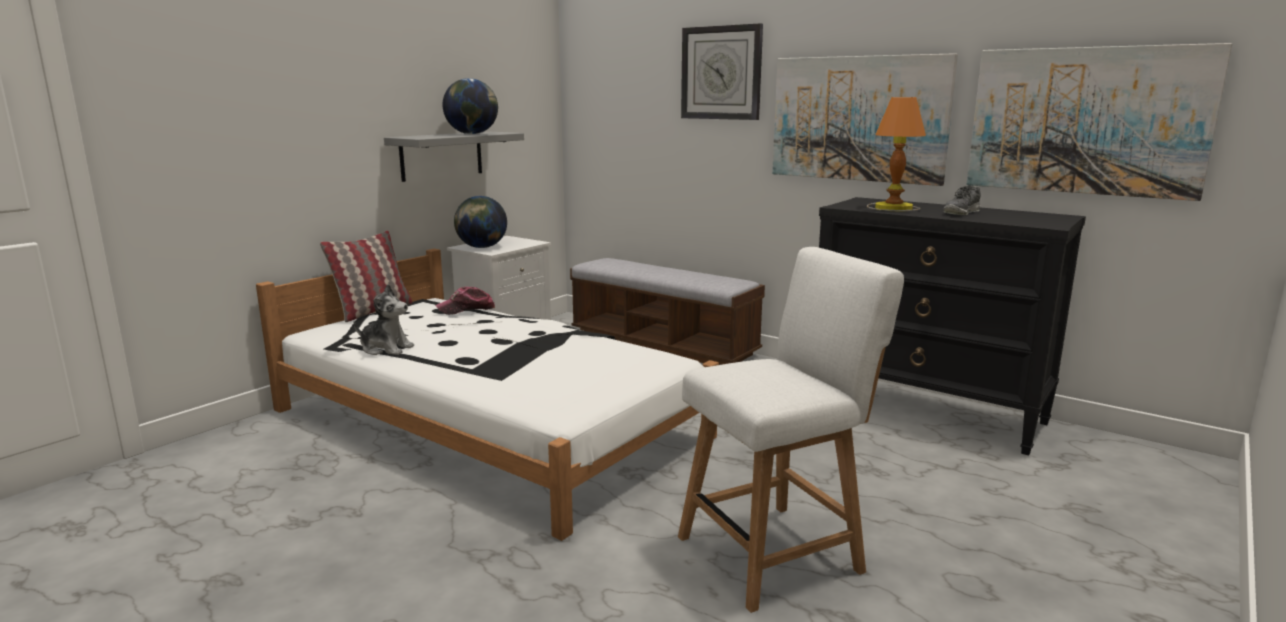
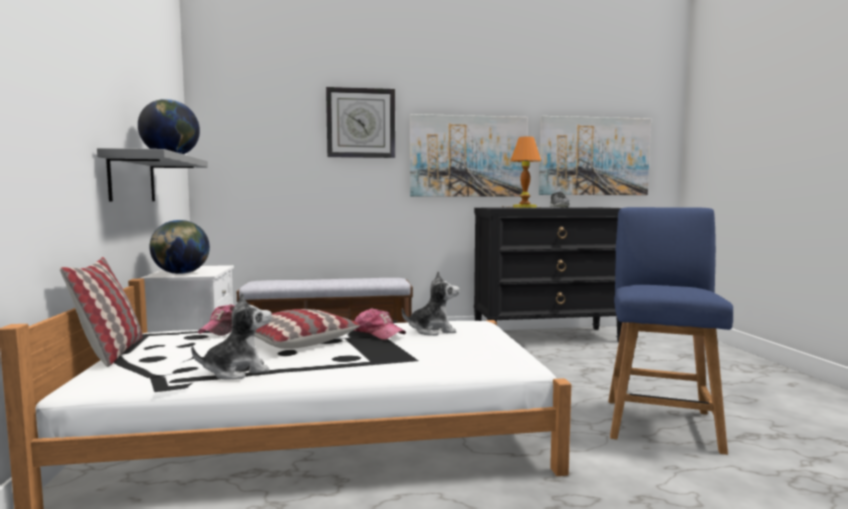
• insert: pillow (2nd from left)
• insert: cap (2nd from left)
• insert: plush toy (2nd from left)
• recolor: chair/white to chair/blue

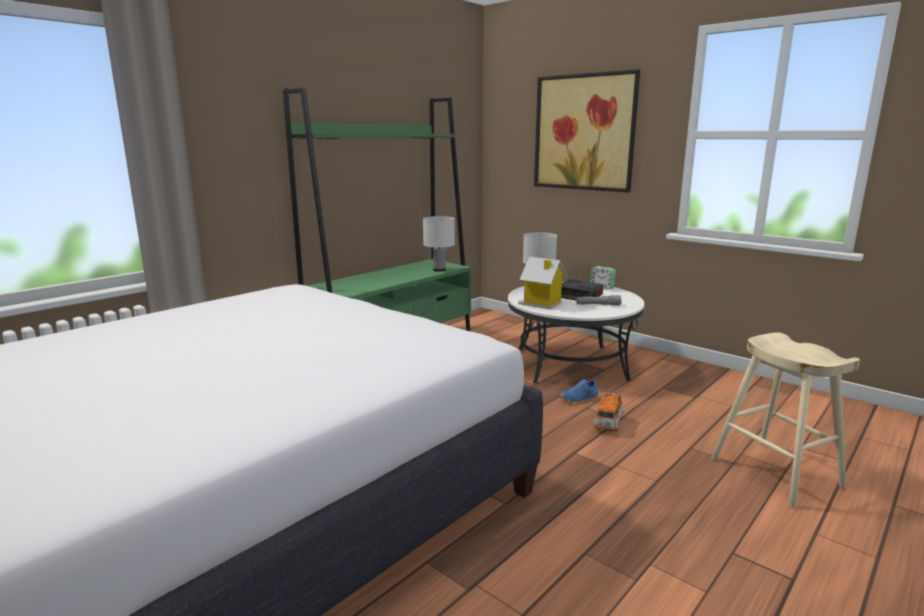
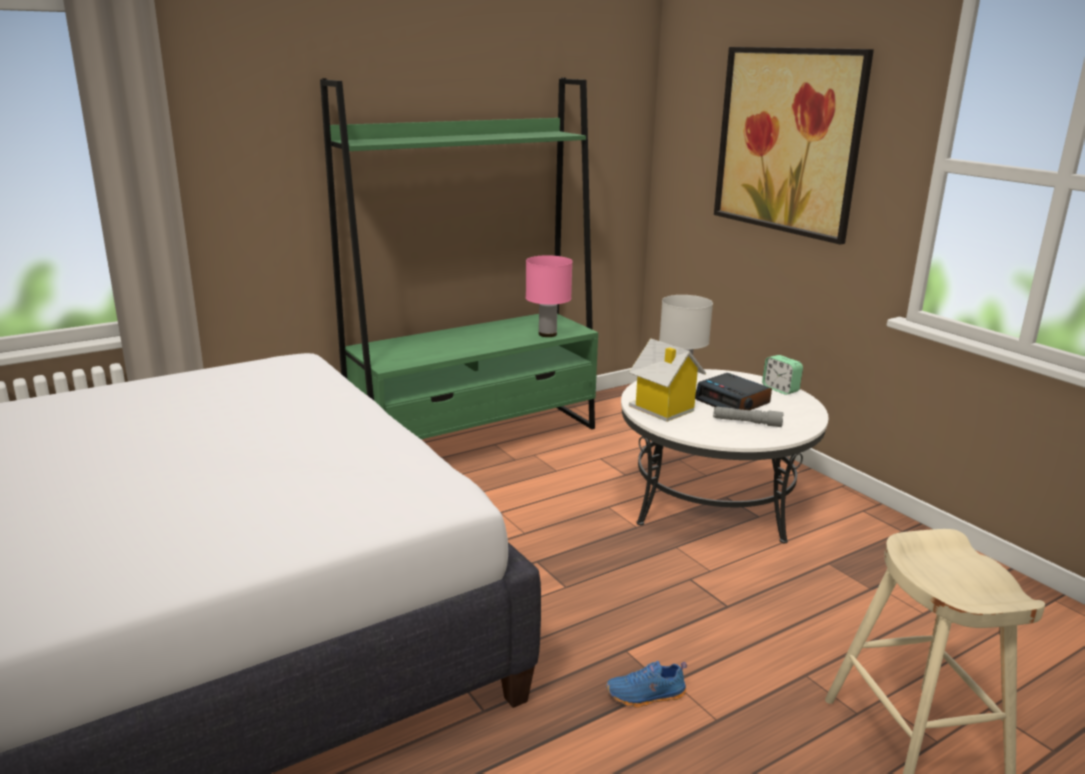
• delete: toy car
• move: shoe/blue
• recolor: table lamp/white (1st from left) to table lamp/pink

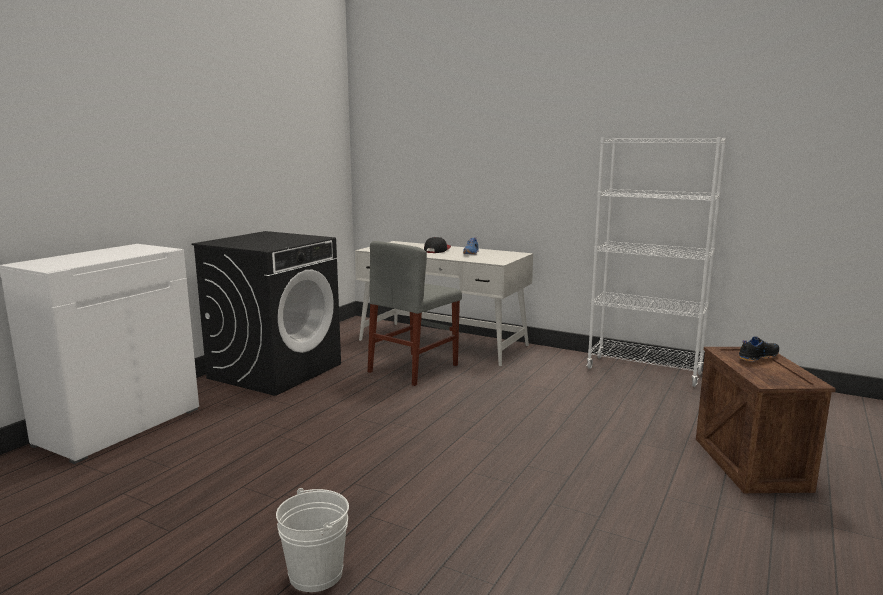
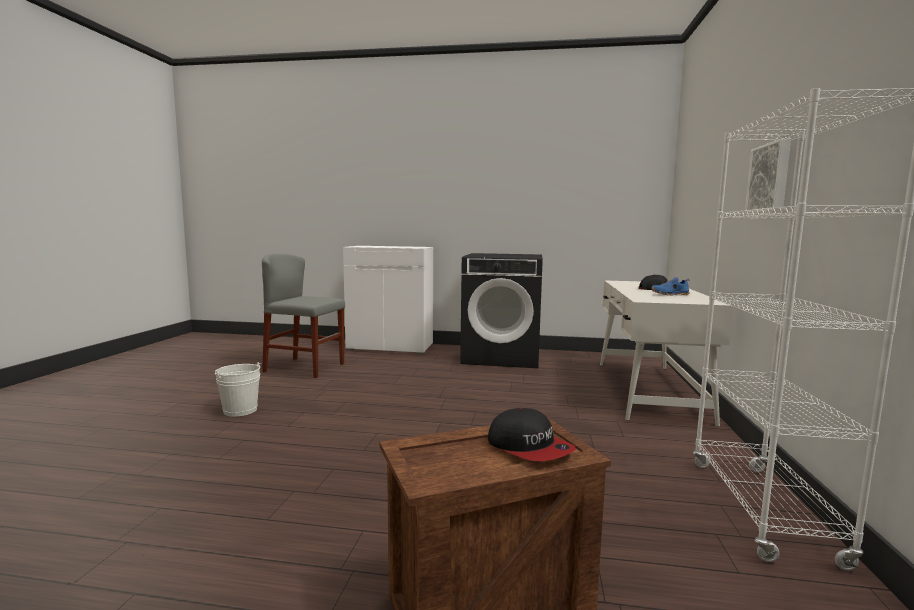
• insert: picture
• move: chair/grey
• replace: shoe/black to cap (1st from left)

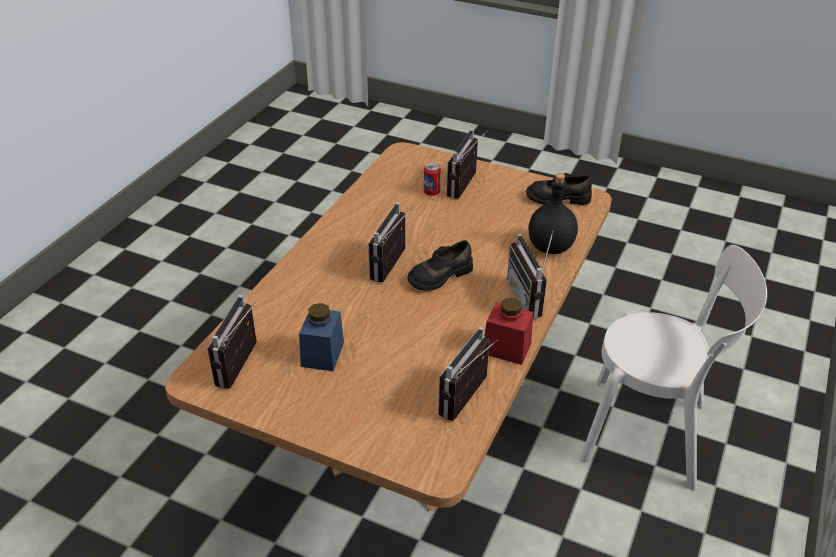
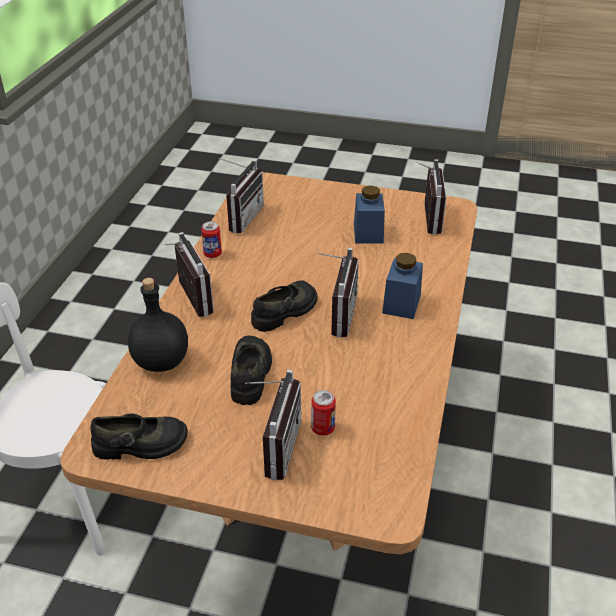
• insert: shoe/black (2nd from left)
• insert: jar/blue (2nd from left)
• replace: jar/red to can (1st from left)

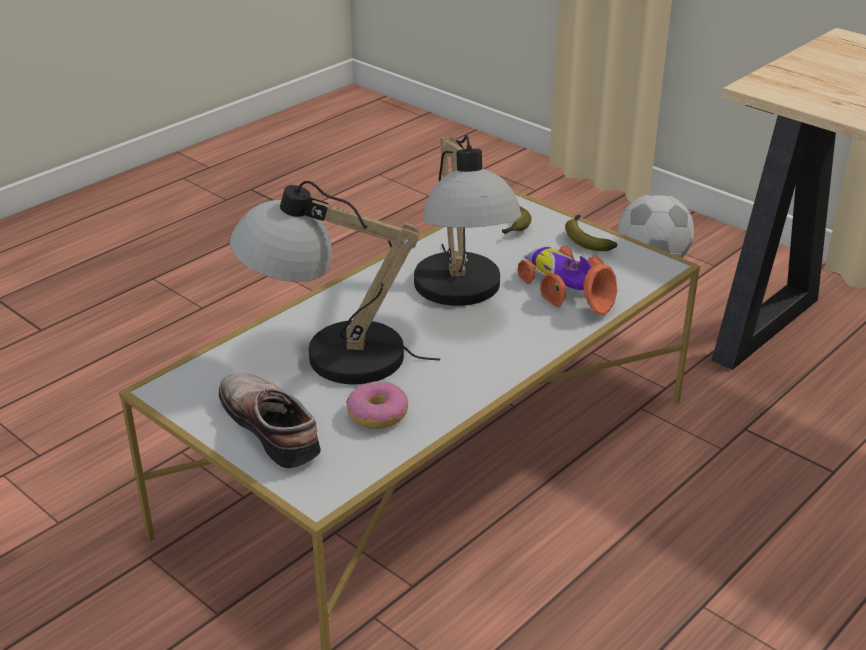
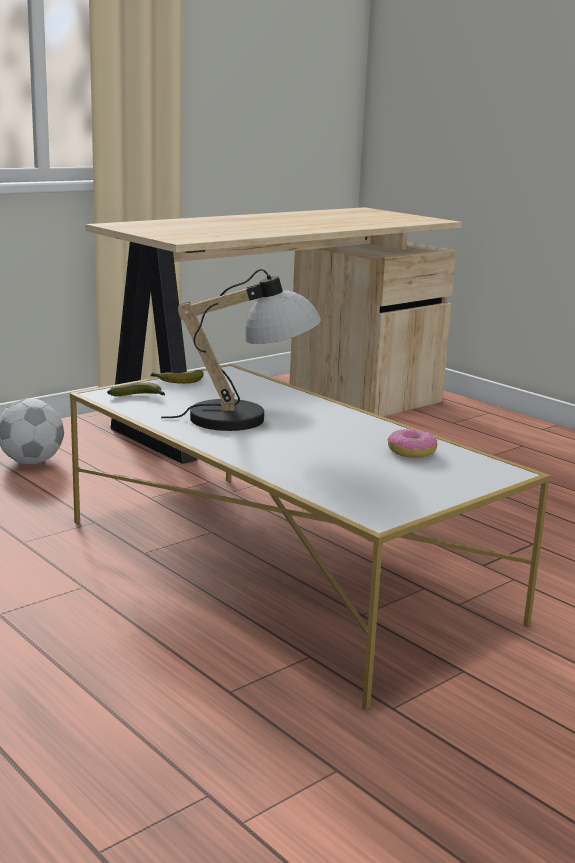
• delete: shoe
• delete: table lamp (1st from left)
• delete: toy car

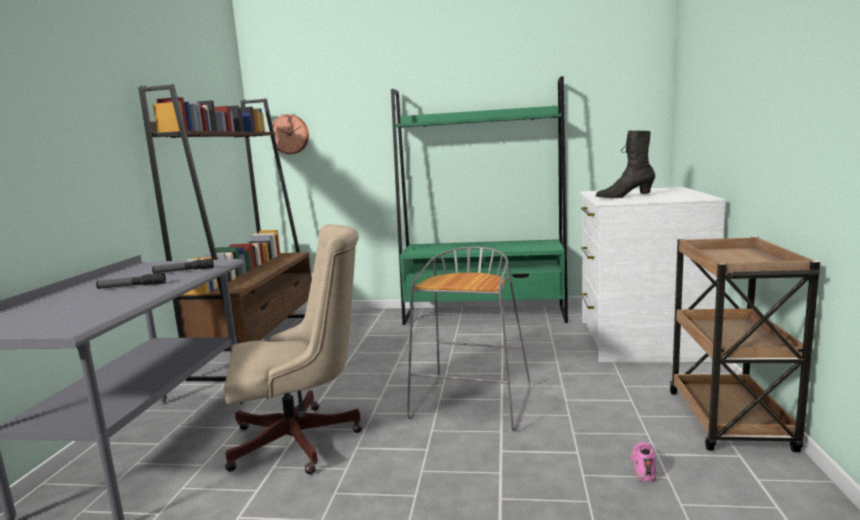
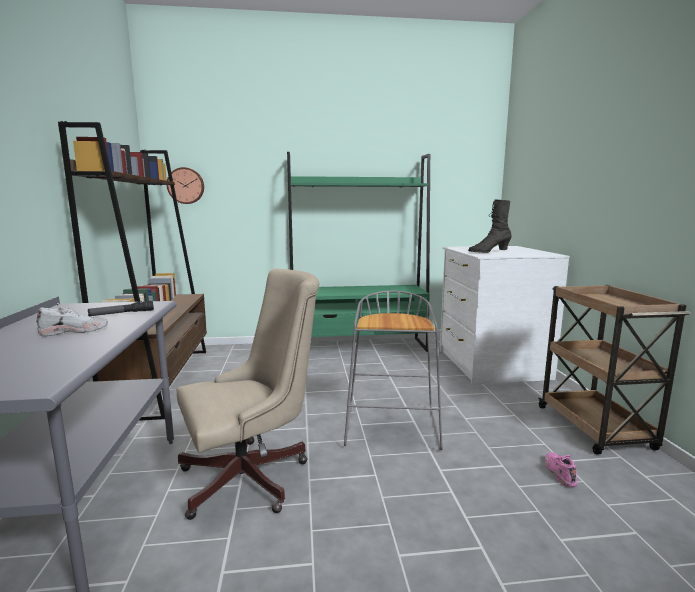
• replace: flashlight (1st from left) to shoe/white

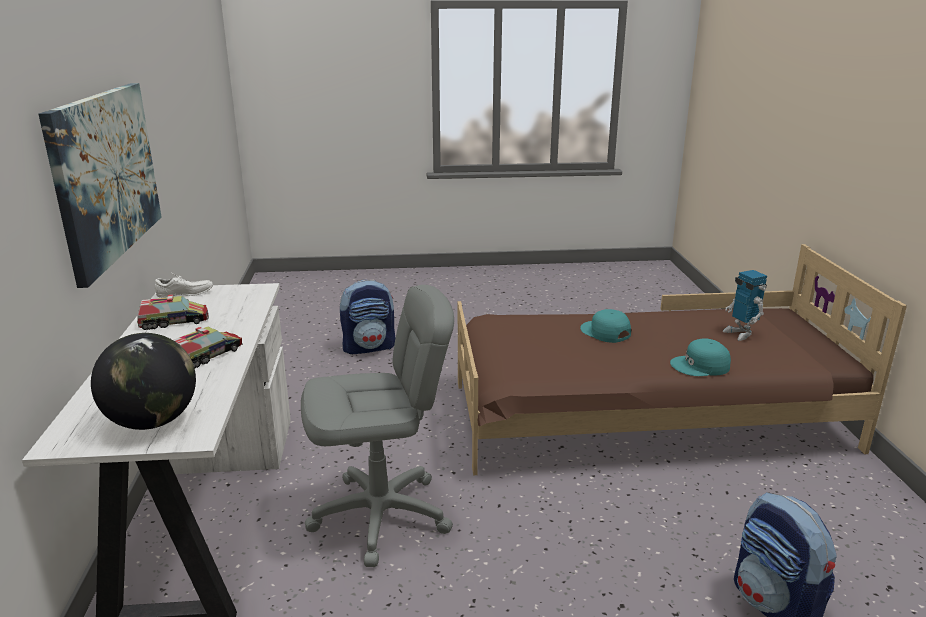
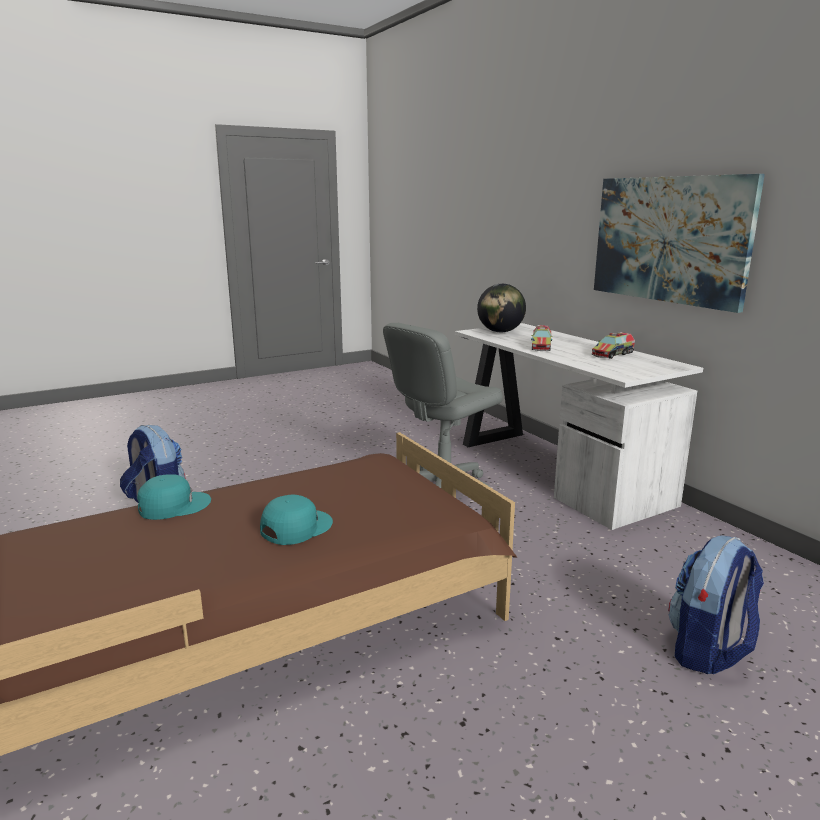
• delete: shoe/white
• delete: toy robot
• rotate: cap/turquoise (1st from left in the first image) 75 degrees counterclockwise

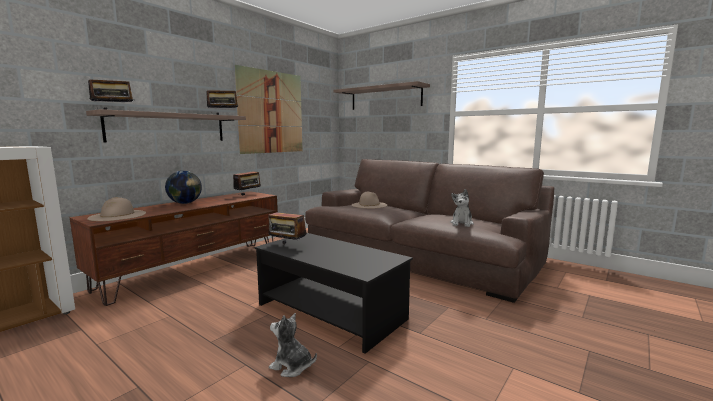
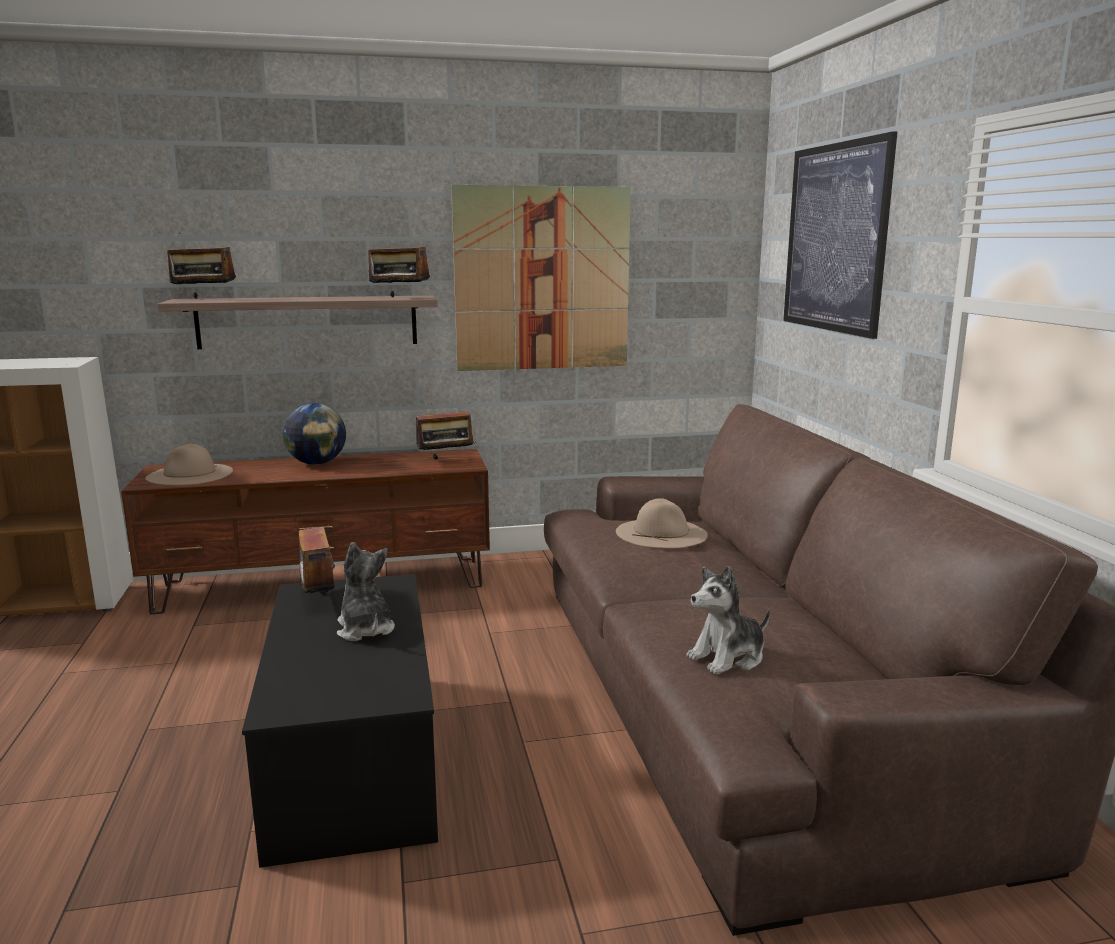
• move: plush toy (1st from left)
• replace: shelf (2nd from left) to picture (2nd from left)

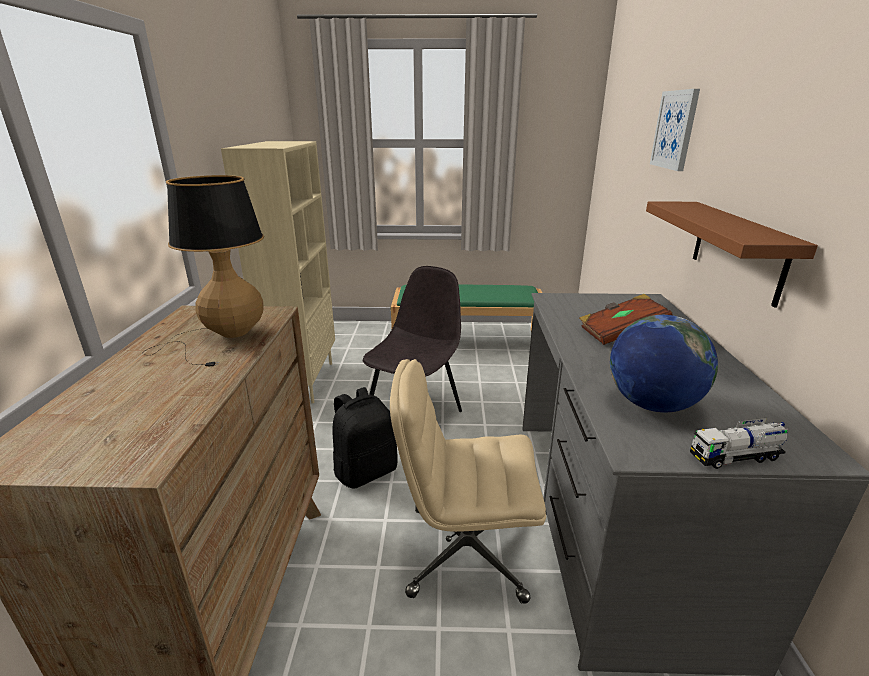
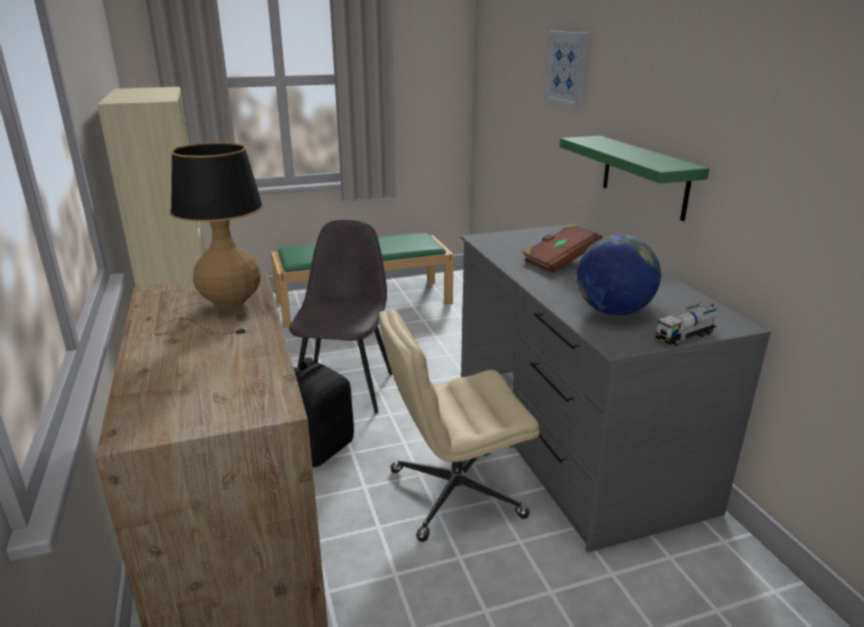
• recolor: shelf/brown to shelf/green

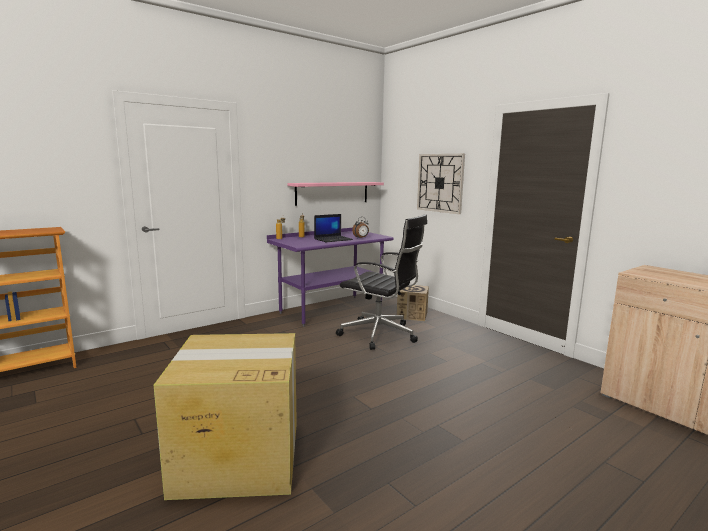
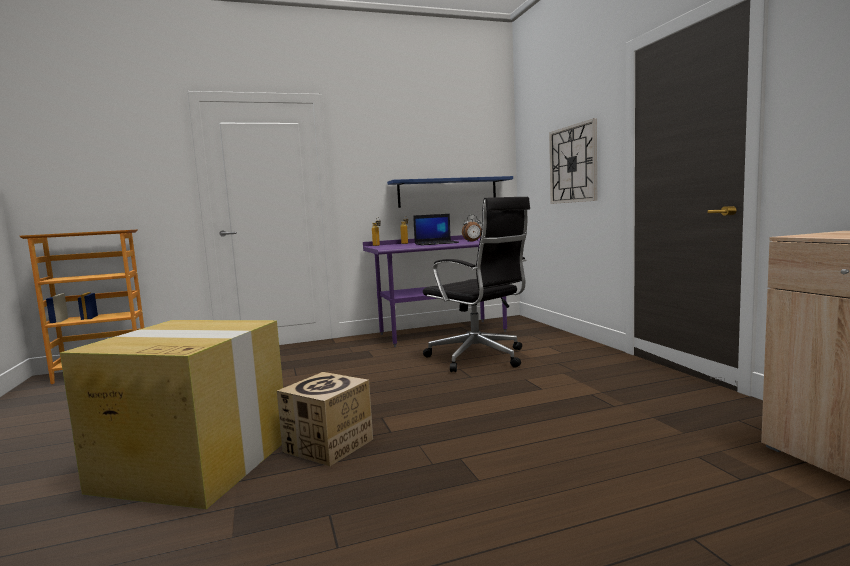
• move: cardboard box (2nd from left)
• recolor: shelf/pink to shelf/blue

